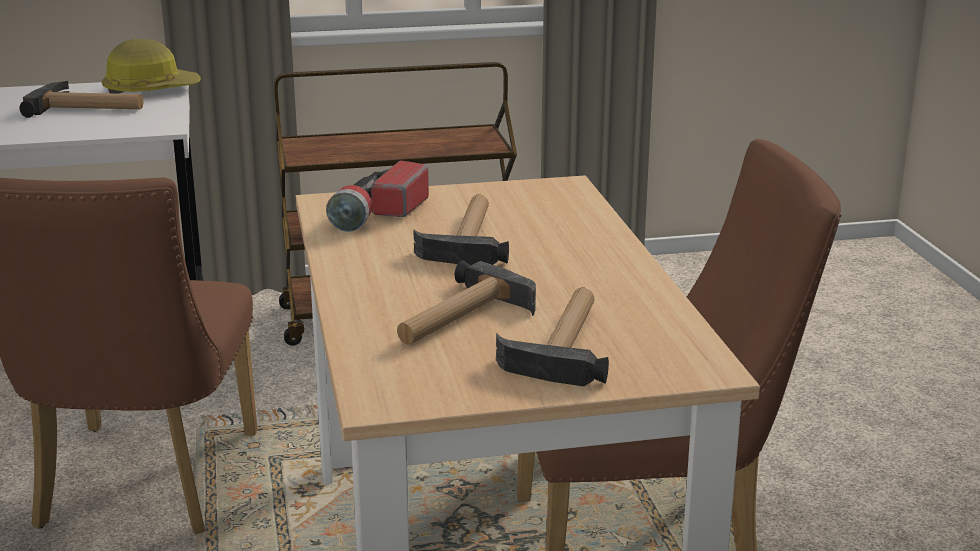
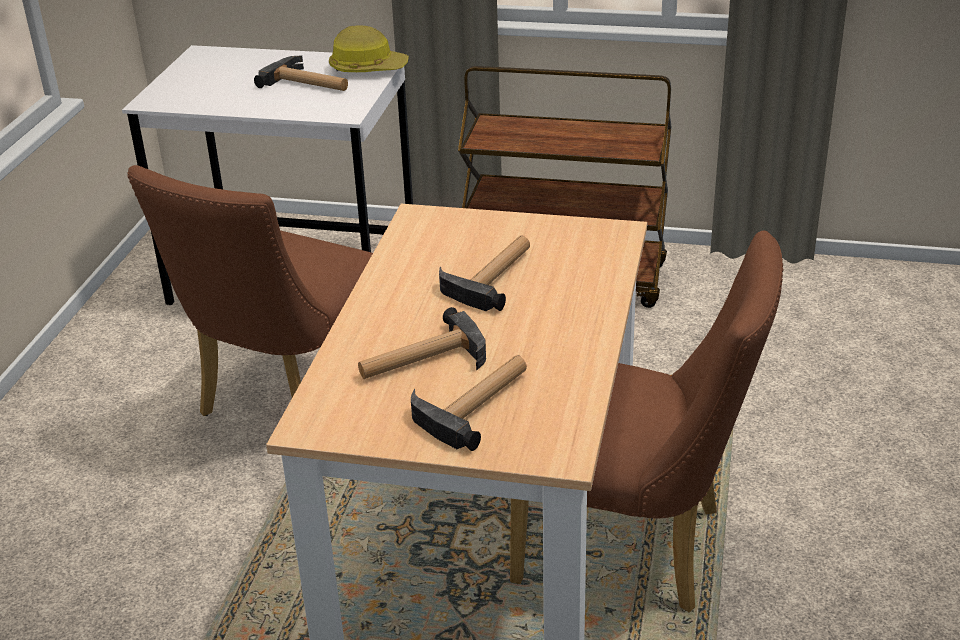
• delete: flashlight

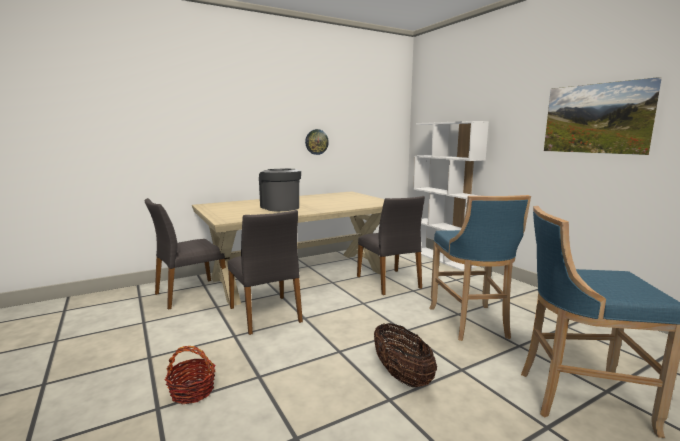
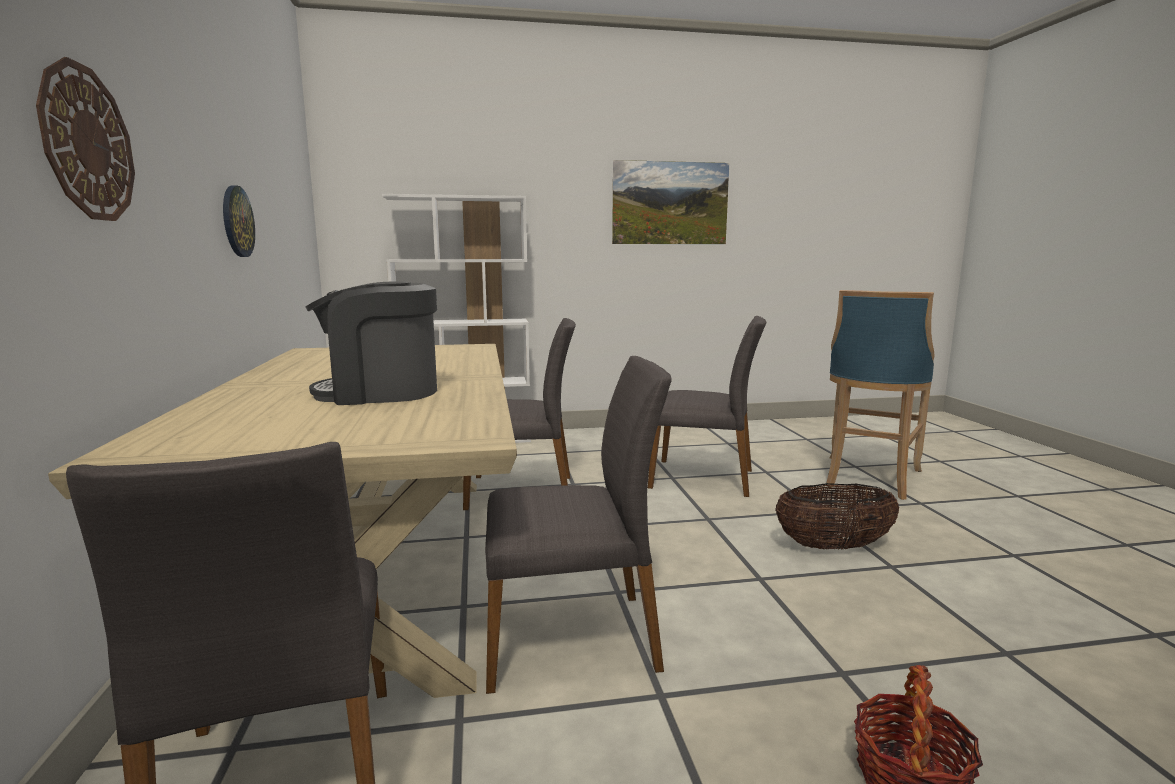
• insert: wall clock (1st from left)
• replace: stool/blue (1st from left) to chair/grey (4th from left)

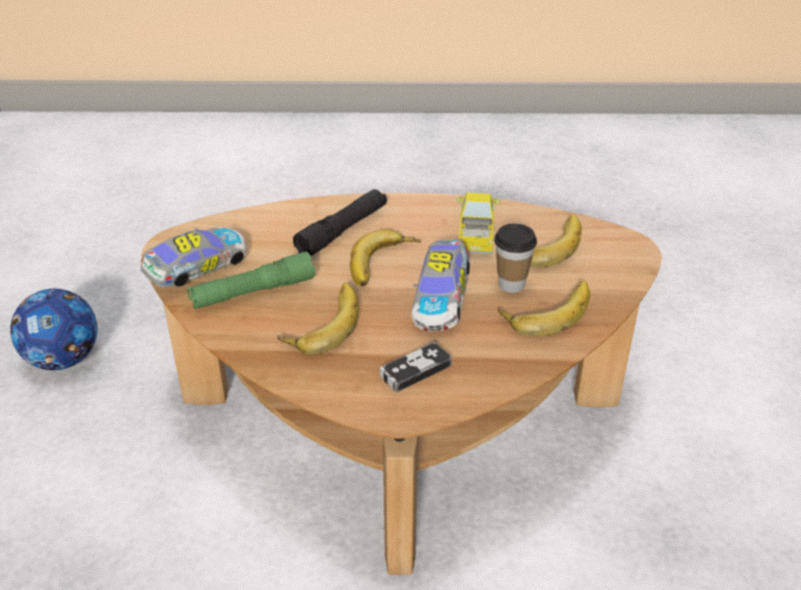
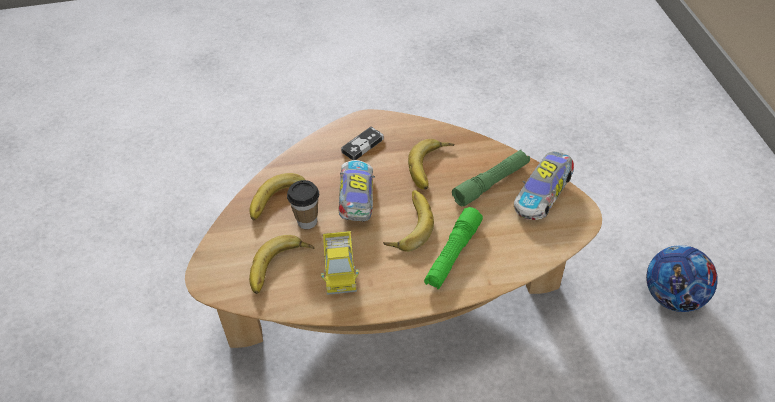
• recolor: flashlight/black to flashlight/green (1st from left)

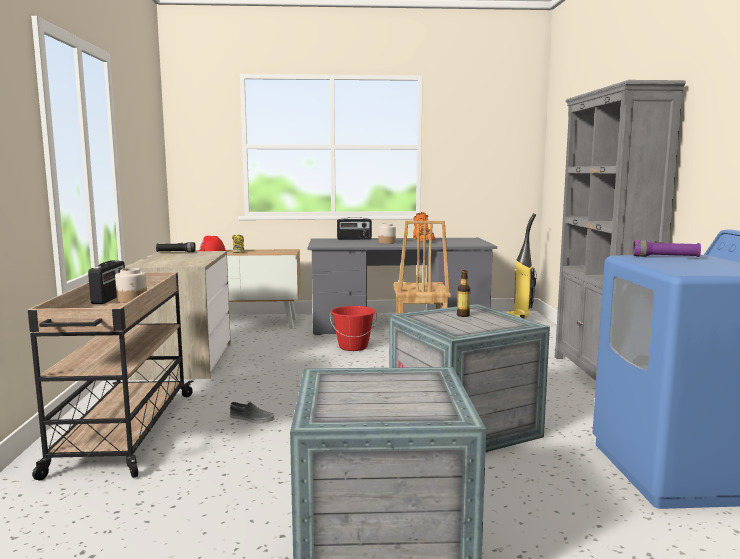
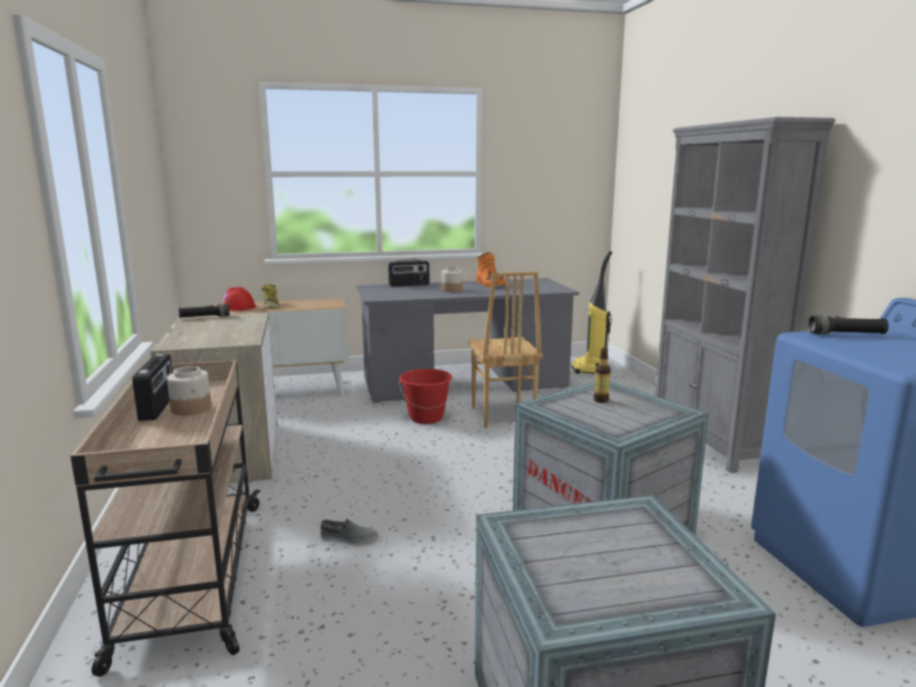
• recolor: flashlight/purple to flashlight/black (2nd from left)

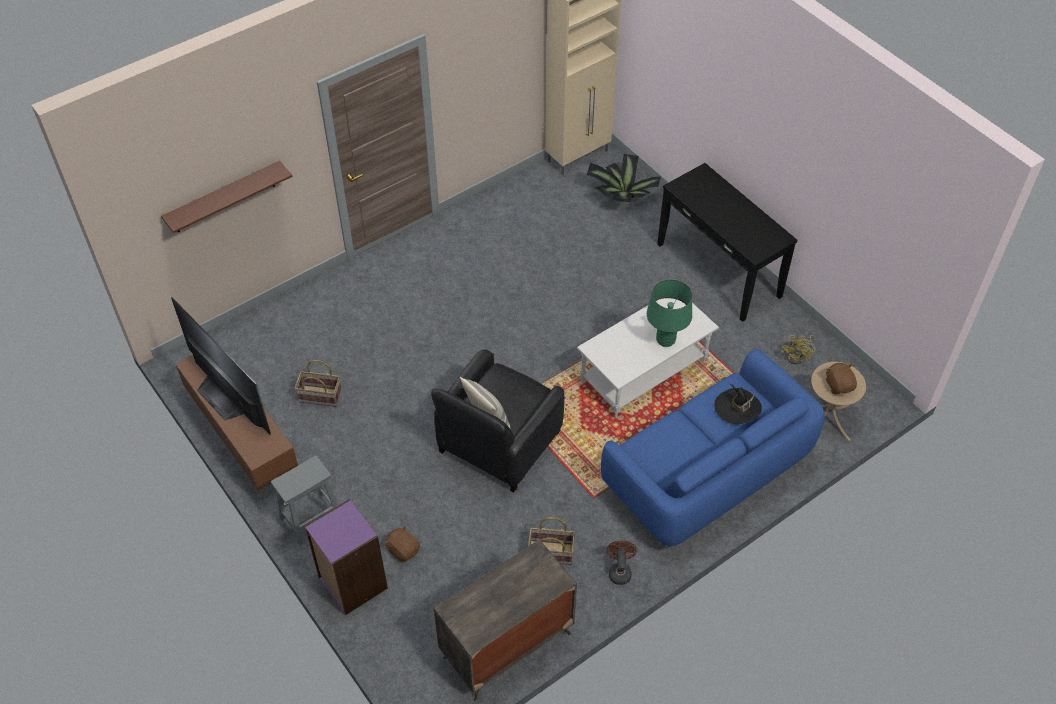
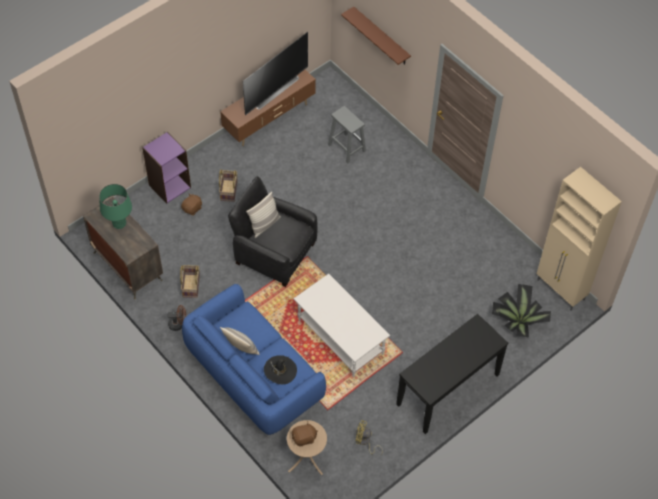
• insert: pillow (1st from left)
• move: stool/grey
• move: basket (1st from left in the first image) to basket (2nd from left)
• move: table lamp/green

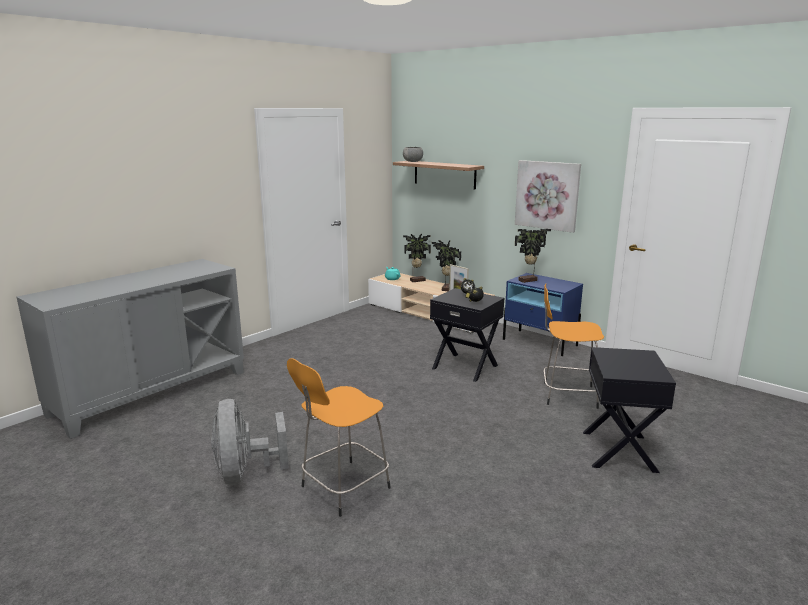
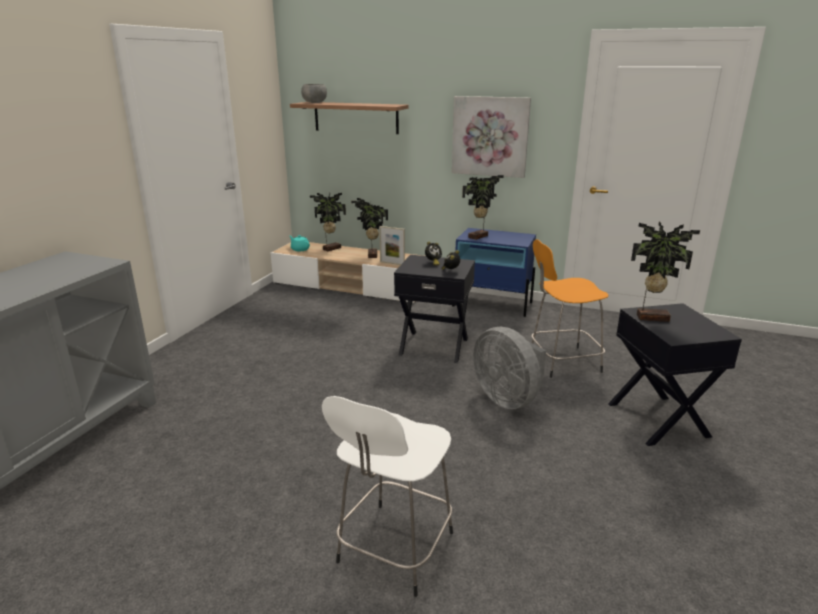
• insert: potted plant (4th from left)
• move: fan/grey
• recolor: stool/orange (1st from left) to stool/white

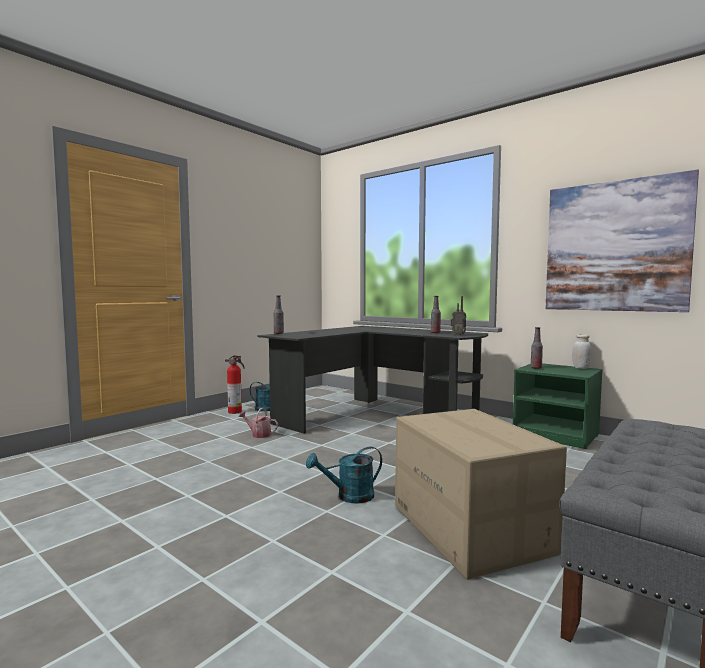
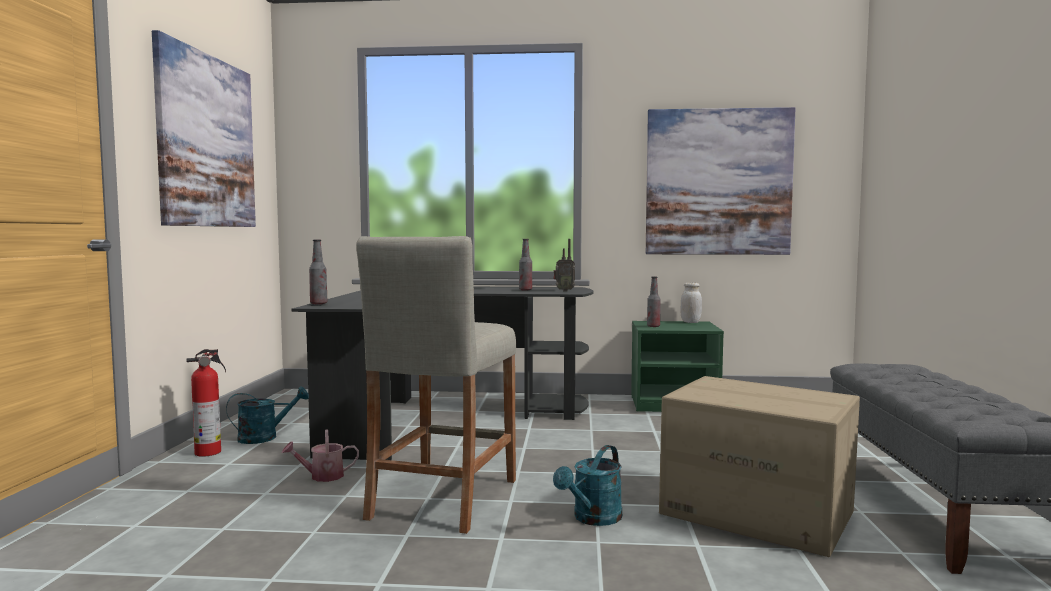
• insert: picture (1st from left)
• insert: stool/beige

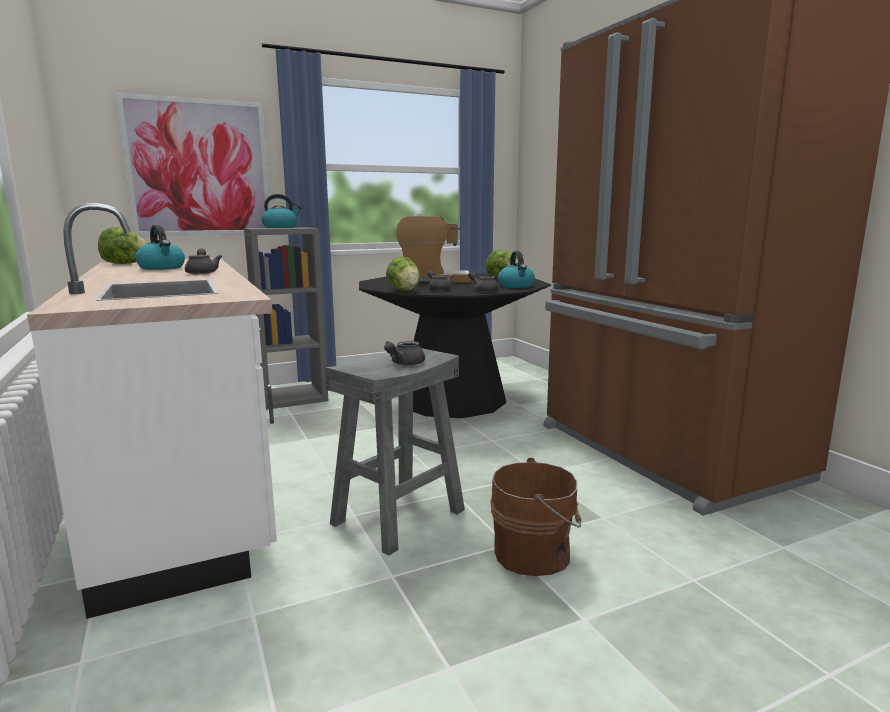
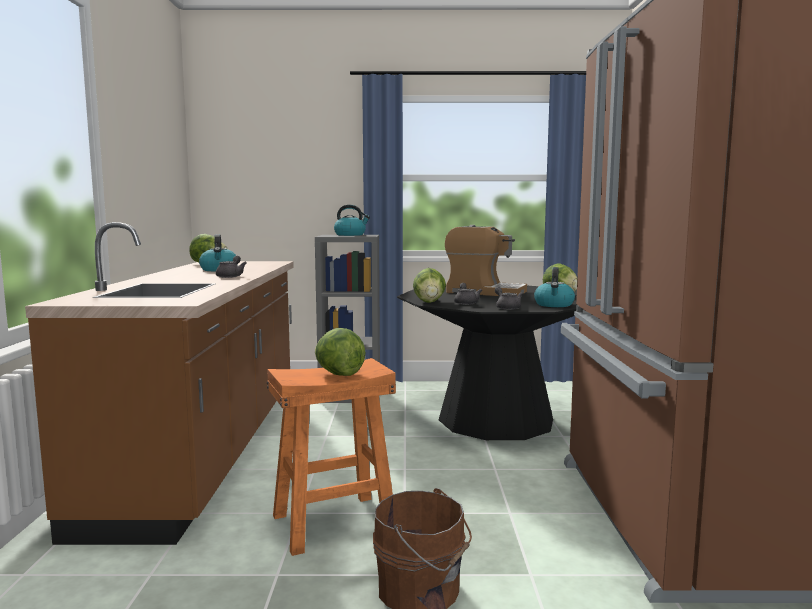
• delete: picture
• replace: teapot/grey (2nd from left) to lettuce (2nd from left)
• recolor: counter/white to counter/brown
• recolor: stool/grey to stool/orange

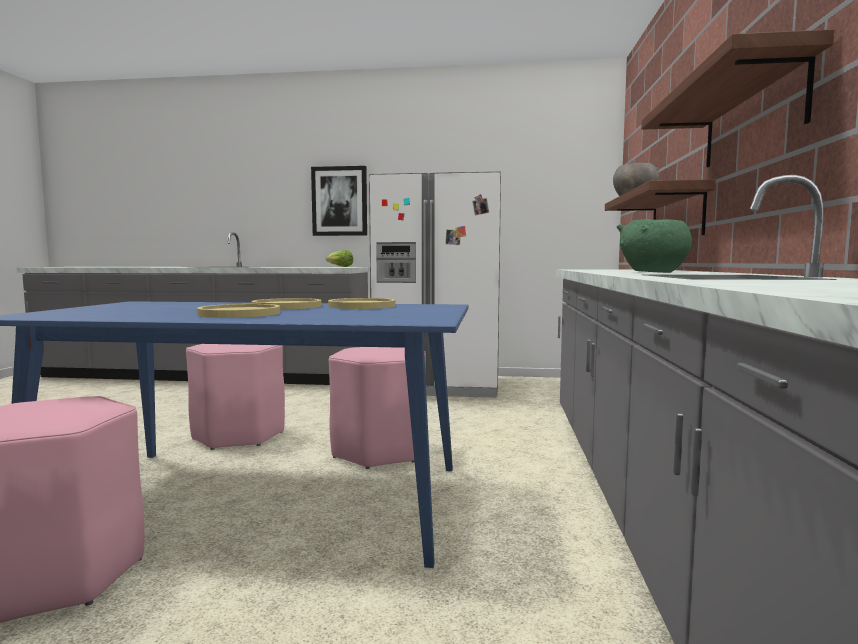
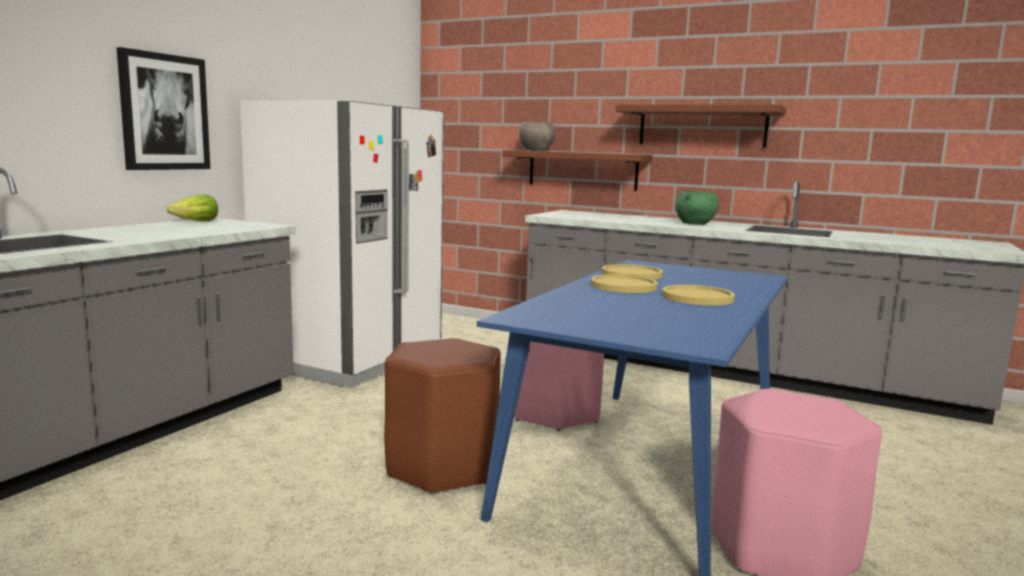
• recolor: stool/pink (2nd from left) to stool/brown

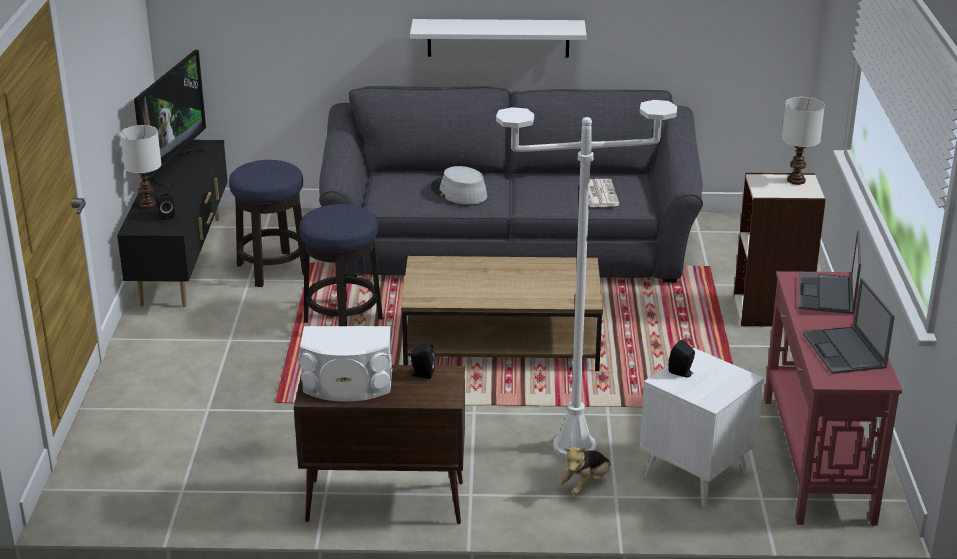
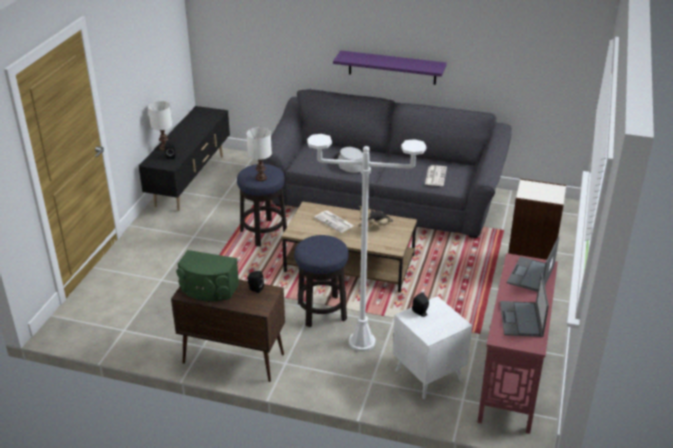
• delete: television
• insert: newspaper (1st from left)
• move: stool (1st from left in the first image) to stool (2nd from left)
• move: plush toy
• move: table lamp/white (2nd from left)
• recolor: speaker/white to speaker/green
• recolor: shelf/white to shelf/purple

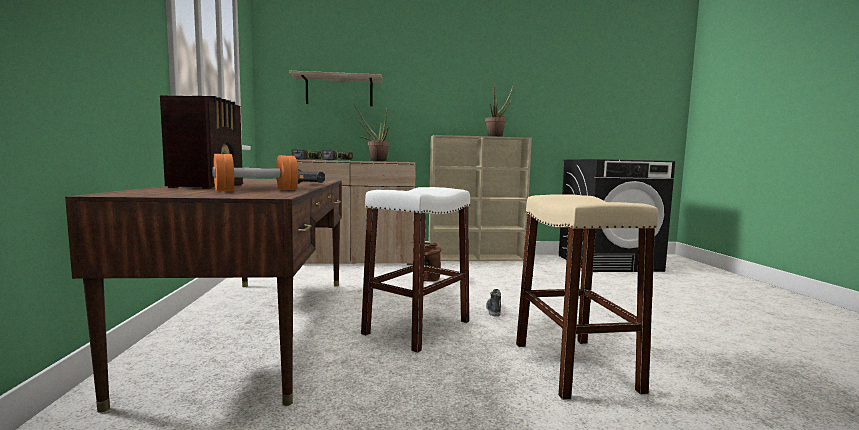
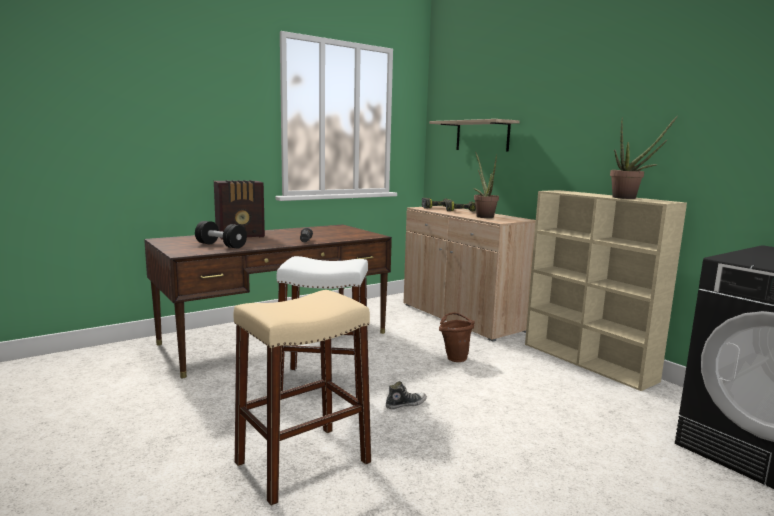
• recolor: dumbbell/orange to dumbbell/black

